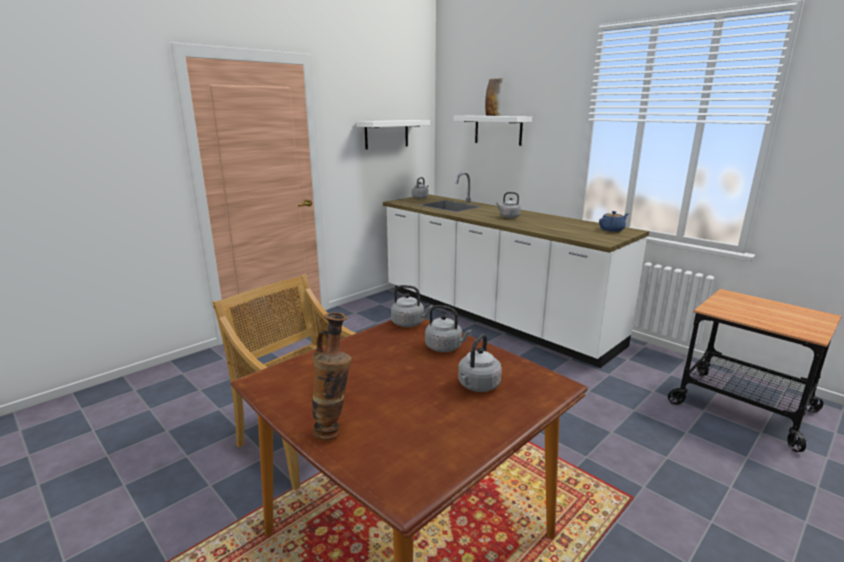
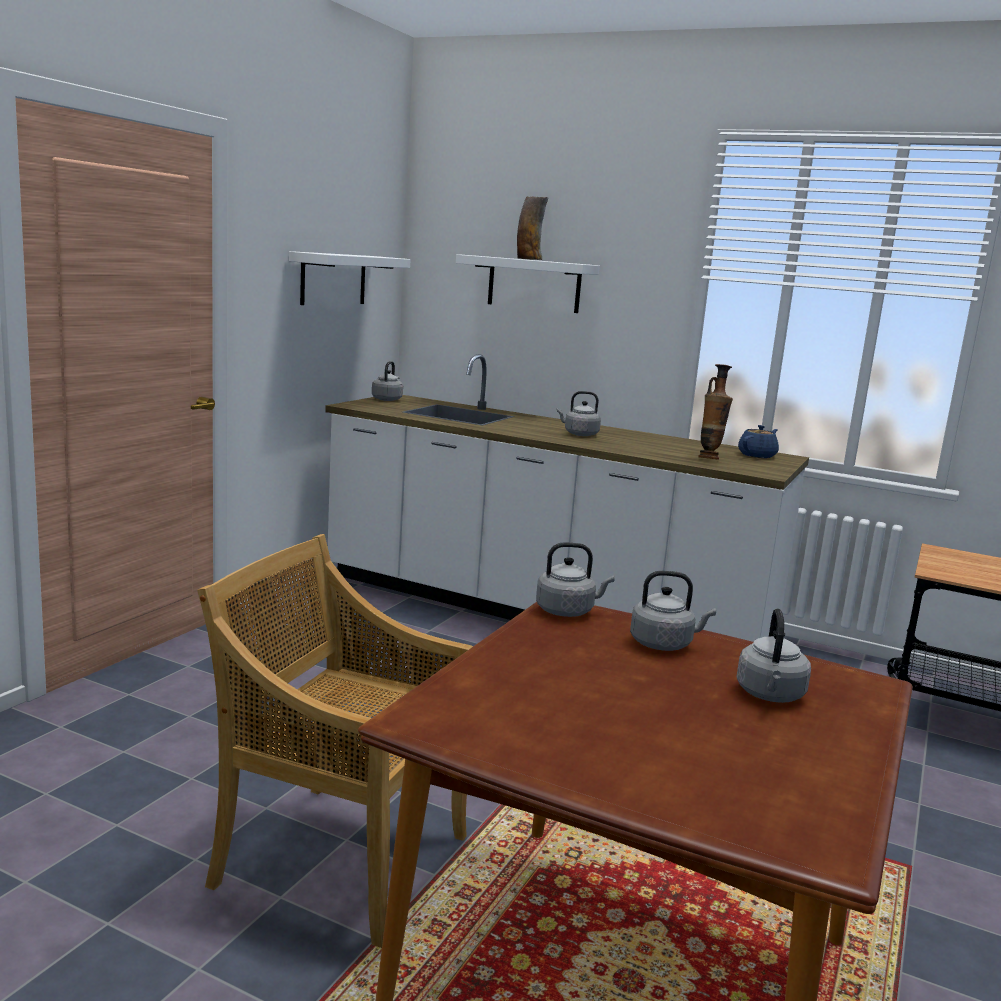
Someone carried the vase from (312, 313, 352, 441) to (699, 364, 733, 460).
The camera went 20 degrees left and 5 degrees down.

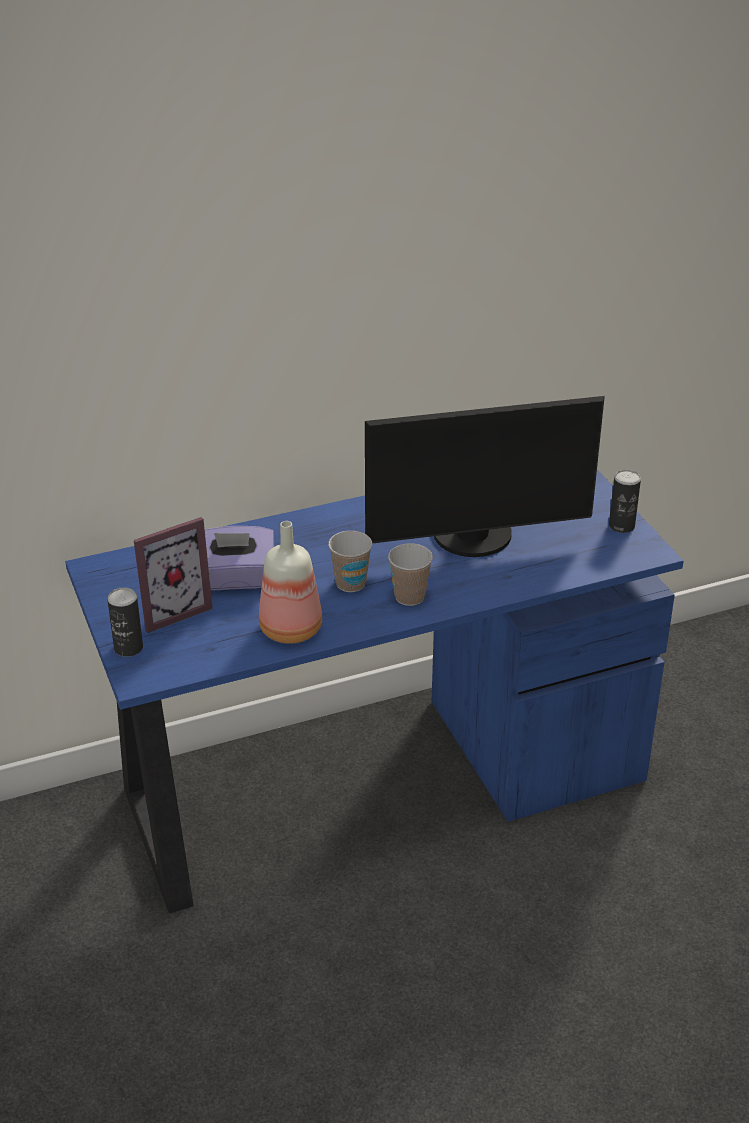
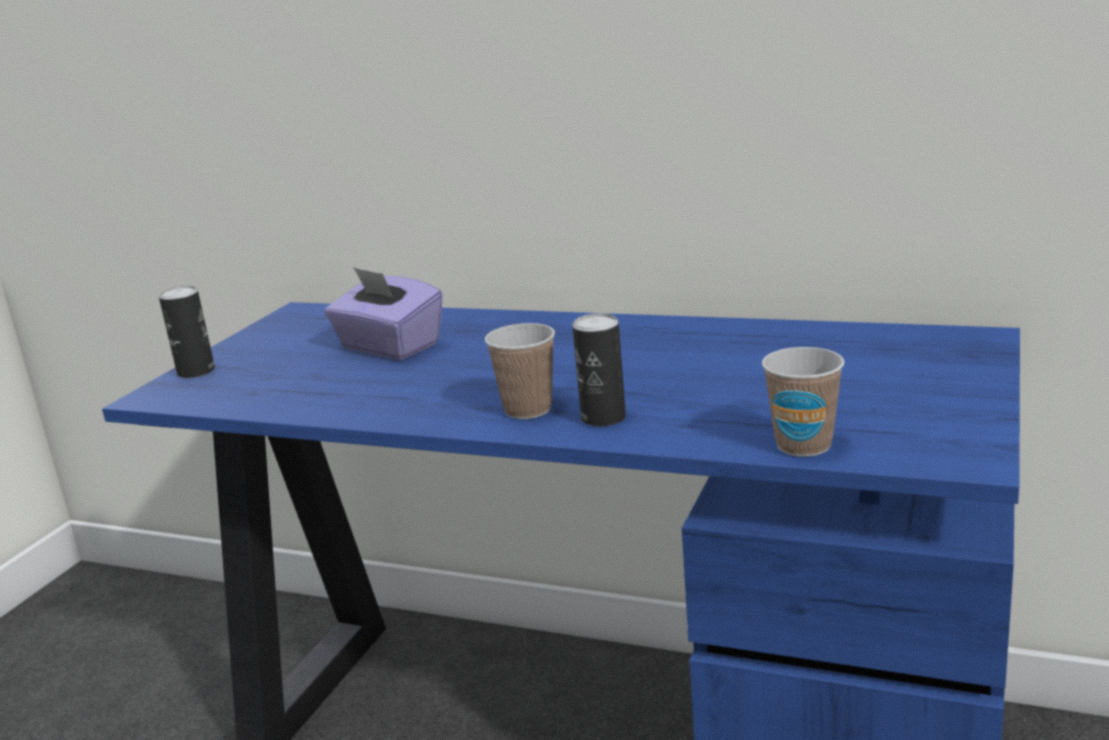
Someone took away the picture frame at (134, 517, 213, 633).
Someone took away the bottle at (259, 521, 322, 644).
Someone took away the monitor at (365, 396, 605, 557).
Someone carried the cup from (328, 531, 372, 592) to (762, 347, 844, 457).
Someone carried the can from (609, 470, 641, 533) to (572, 313, 626, 427).
The camera went 45 degrees right and 15 degrees down.

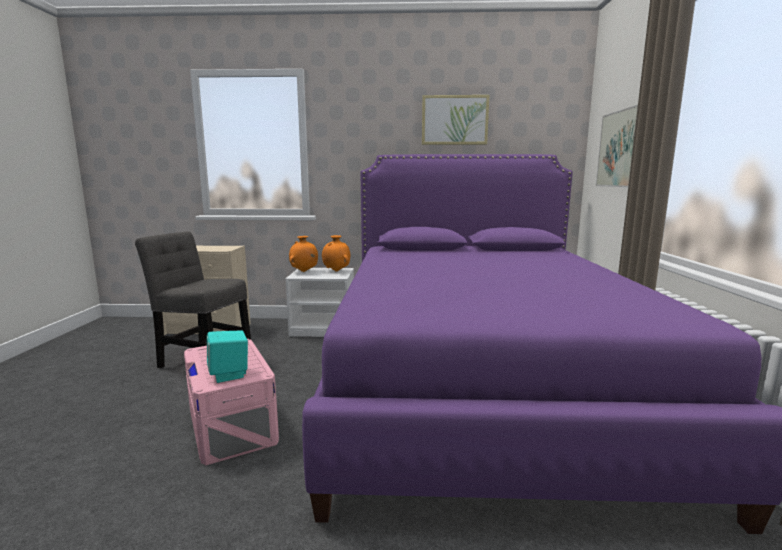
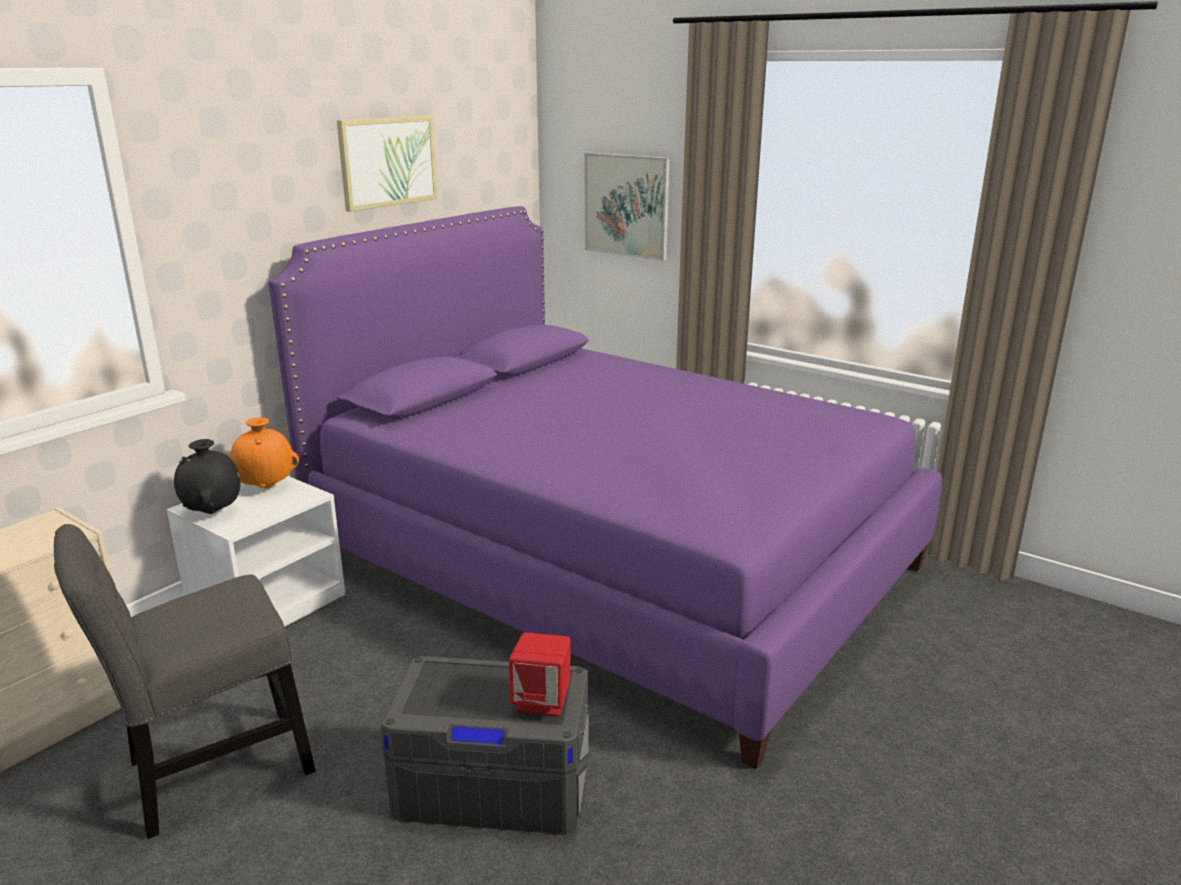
Someone repainted the pink storage box at (184, 339, 279, 465), which became the grey storage box at (381, 656, 589, 835).
Someone repainted the turquoise speaker at (207, 331, 248, 383), which became the red speaker at (509, 632, 571, 716).
Someone repainted the orange vase at (289, 236, 318, 272), which became the black vase at (174, 439, 241, 514).
The camera went 55 degrees left and 10 degrees up.

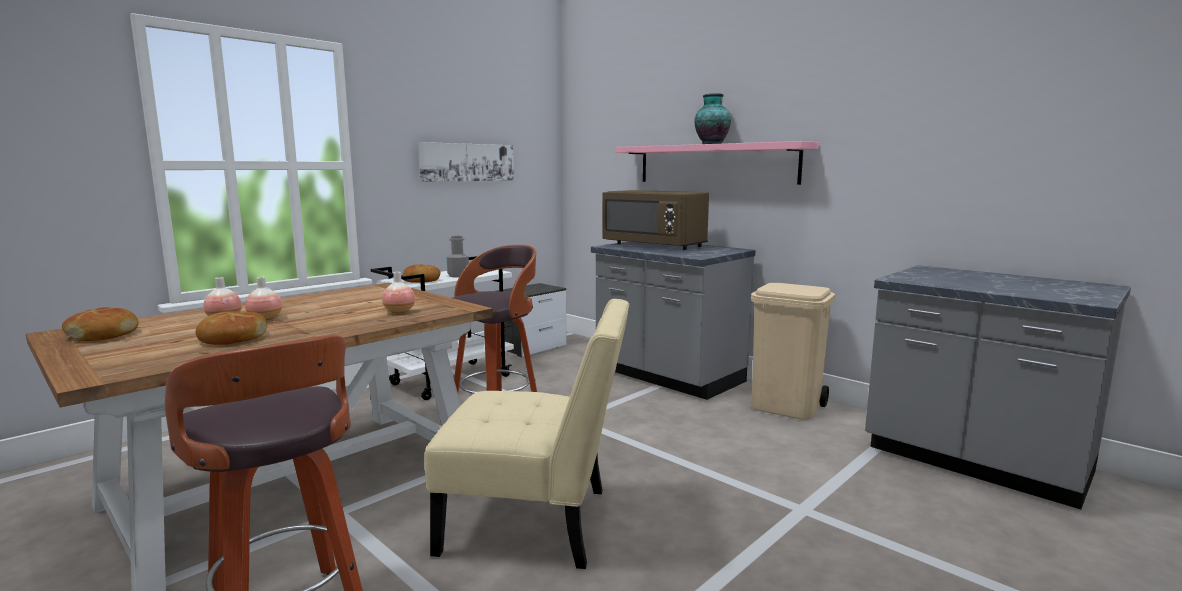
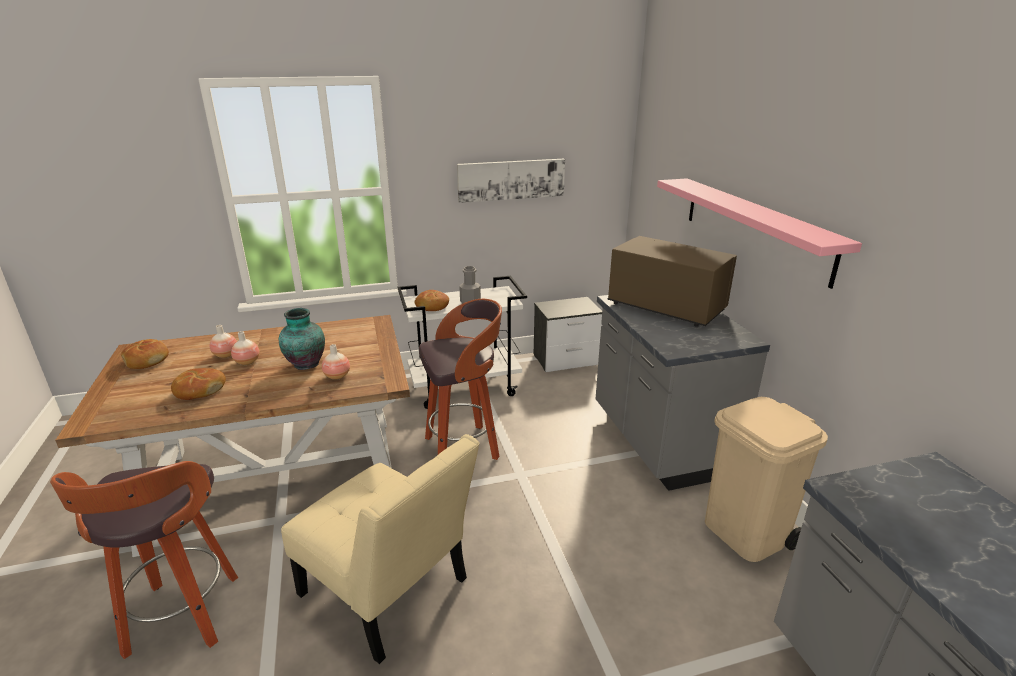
Someone carried the vase from (694, 93, 731, 144) to (279, 308, 325, 370).
Someone rotated the brown microwave at (602, 190, 709, 250) by 150 degrees clockwise.
The camera went 30 degrees right and 15 degrees up.

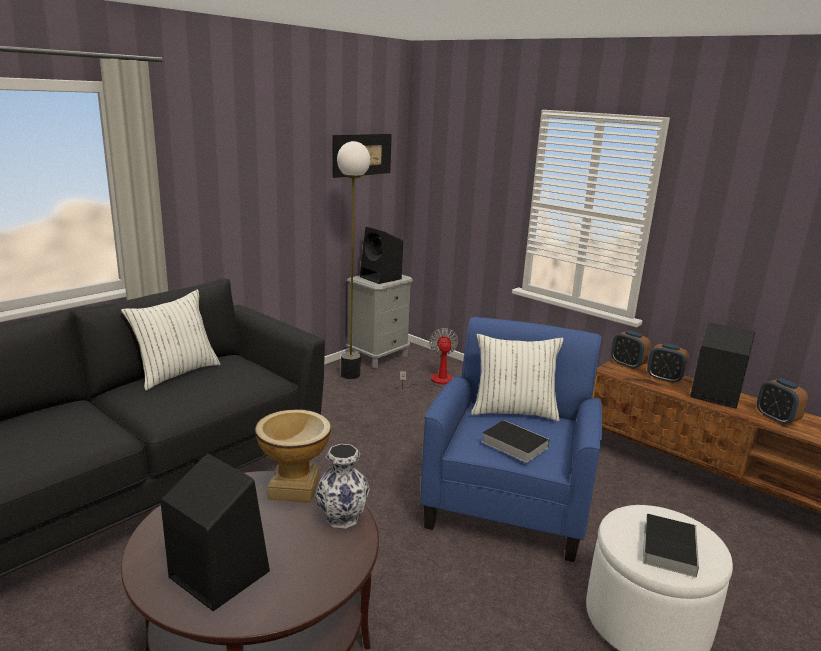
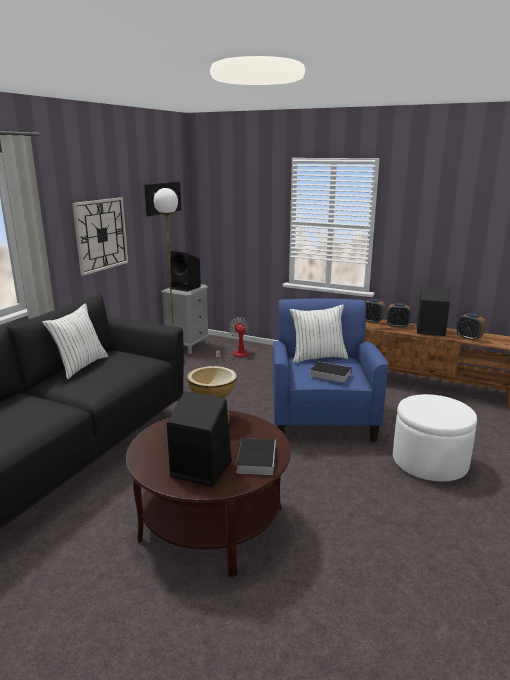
Someone took away the vase at (315, 444, 370, 529).
Someone put up the wall clock at (72, 197, 128, 276).
Someone carried the book from (643, 514, 699, 577) to (236, 438, 276, 475).
The camera went 15 degrees left and 0 degrees up.

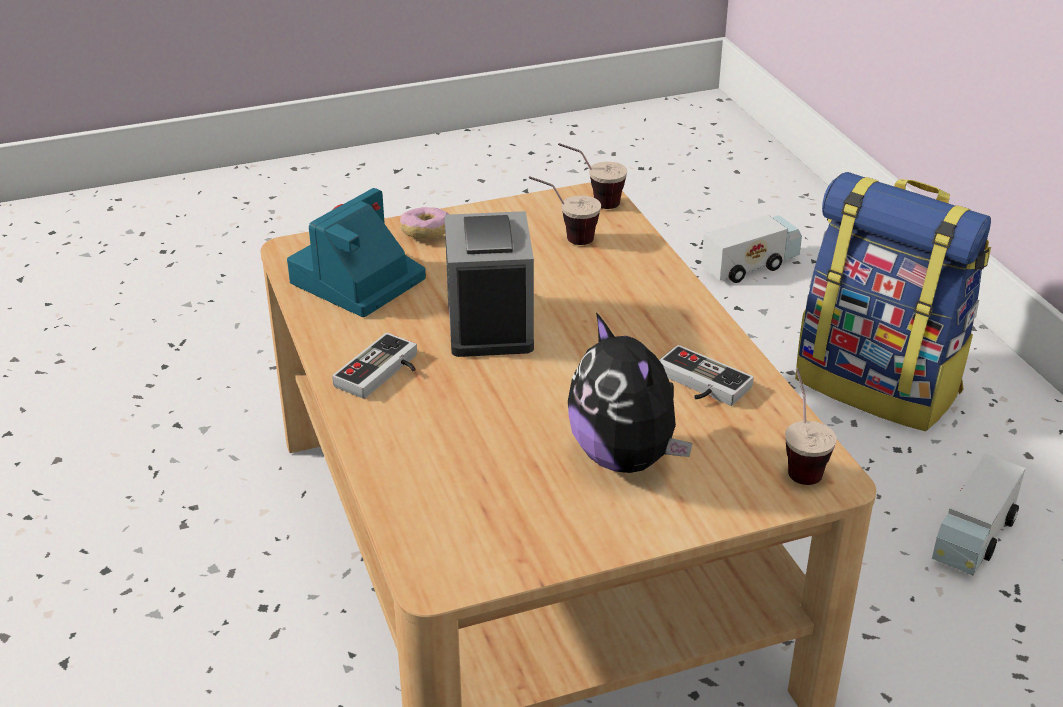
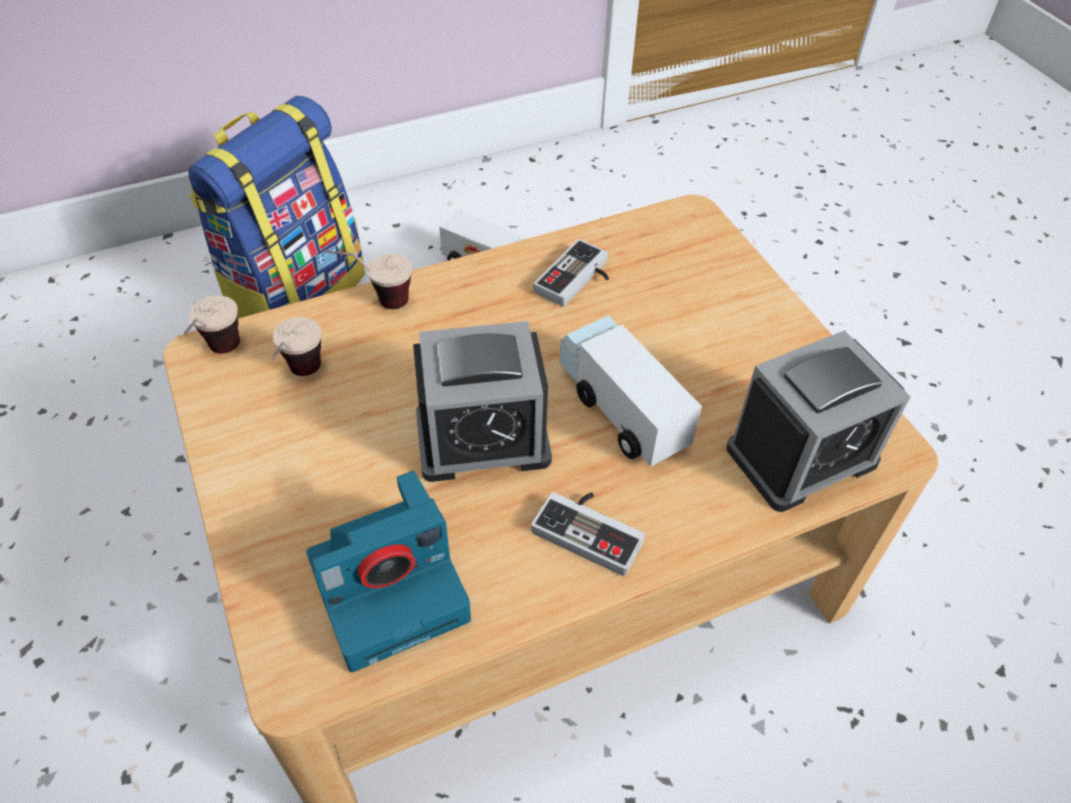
Someone took away the donut at (400, 207, 449, 239).
Someone took away the plush toy at (568, 313, 693, 473).
Someone put down the alarm clock at (726, 330, 911, 512).
Someone carried the toy truck from (701, 215, 802, 283) to (560, 316, 702, 467).
Someone carried the cup from (785, 368, 837, 485) to (325, 250, 412, 309).
Someone rotated the photo camera at (287, 188, 426, 317) by 60 degrees counterclockwise.
The camera went 95 degrees left and 15 degrees up.

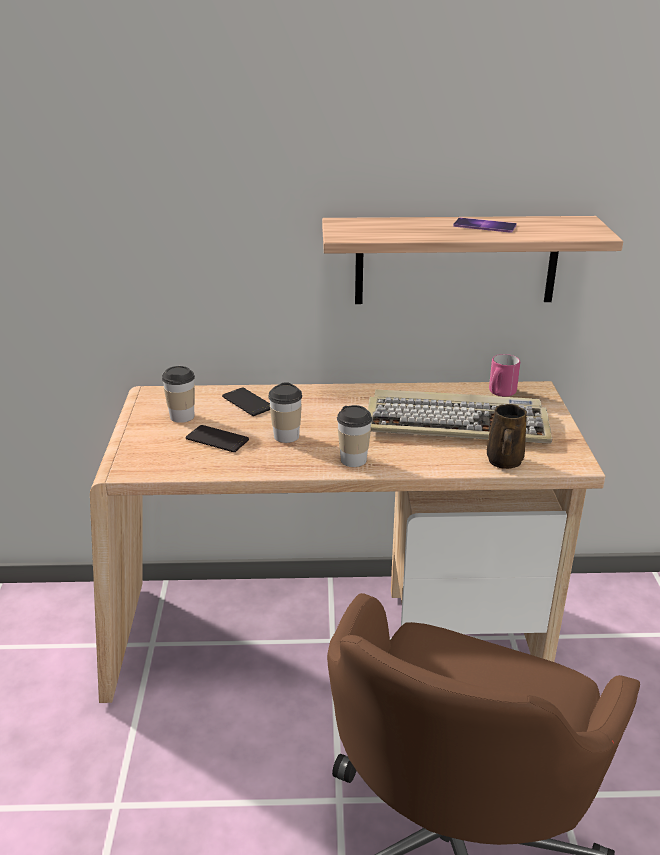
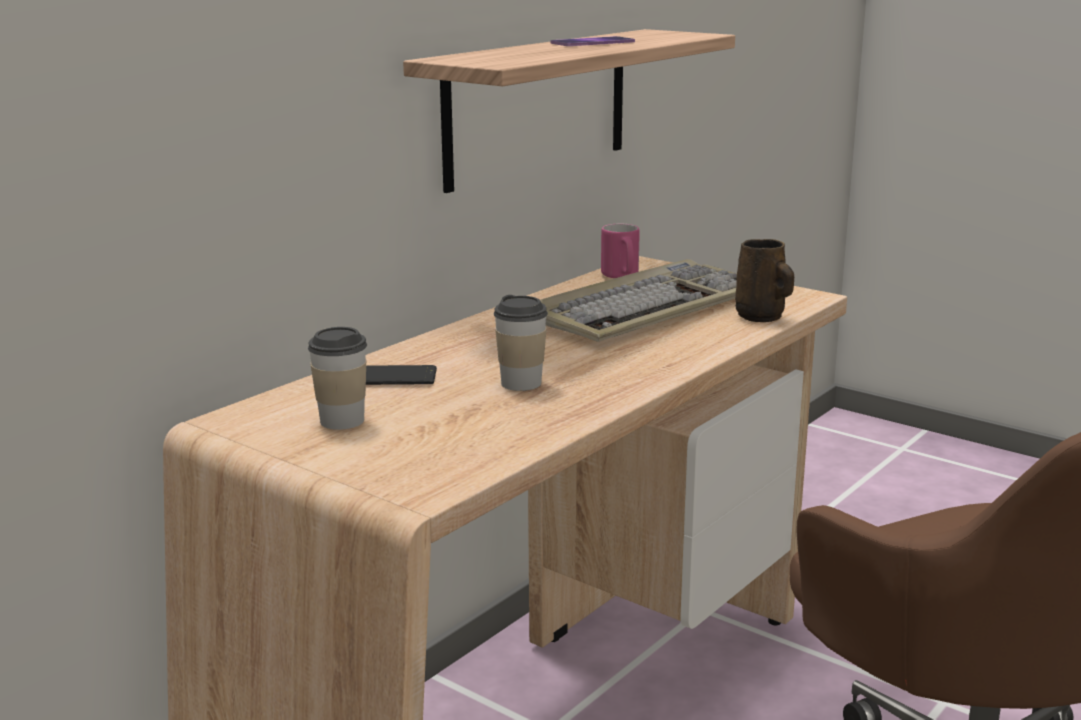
Someone took away the phone at (186, 425, 249, 452).
Someone took away the cup at (337, 405, 372, 467).
The camera went 50 degrees left and 10 degrees down.

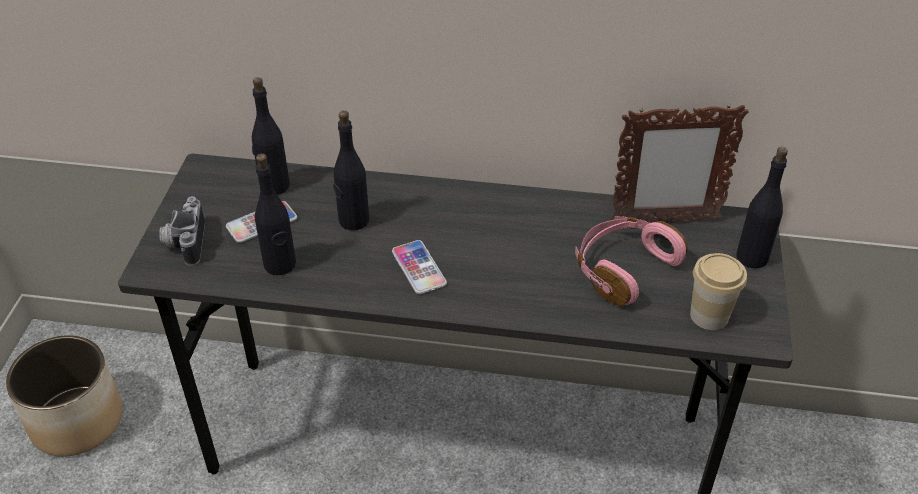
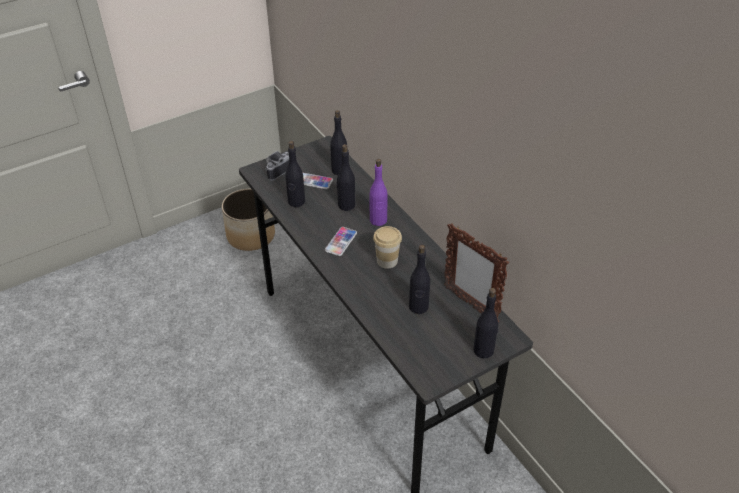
Someone put down the purple bottle at (369, 159, 388, 226).
Someone carried the cup from (690, 253, 747, 330) to (373, 226, 402, 269).
Someone swapped the pink headphones at (575, 216, 688, 306) for the black bottle at (409, 245, 430, 314).
The camera went 50 degrees right and 0 degrees up.

